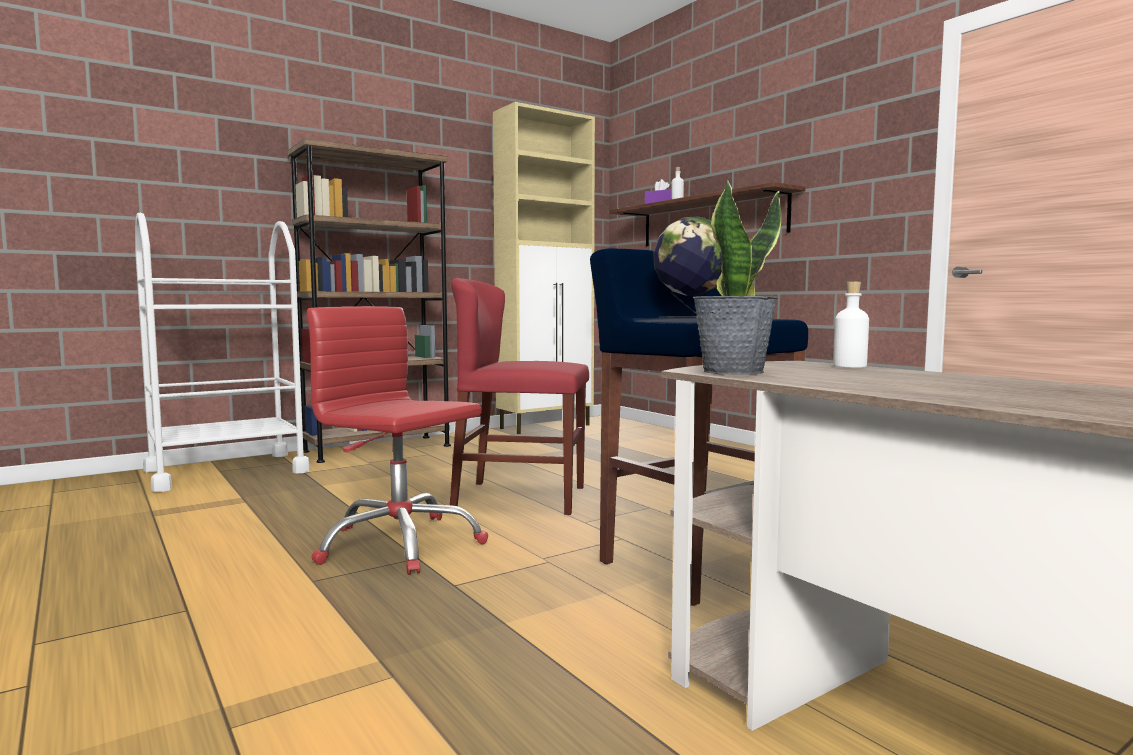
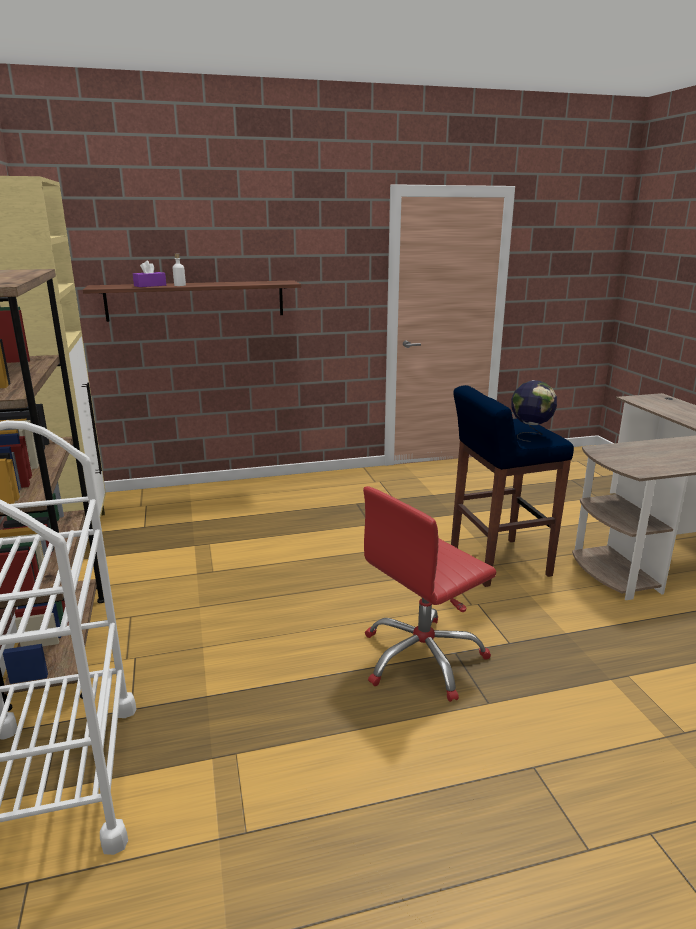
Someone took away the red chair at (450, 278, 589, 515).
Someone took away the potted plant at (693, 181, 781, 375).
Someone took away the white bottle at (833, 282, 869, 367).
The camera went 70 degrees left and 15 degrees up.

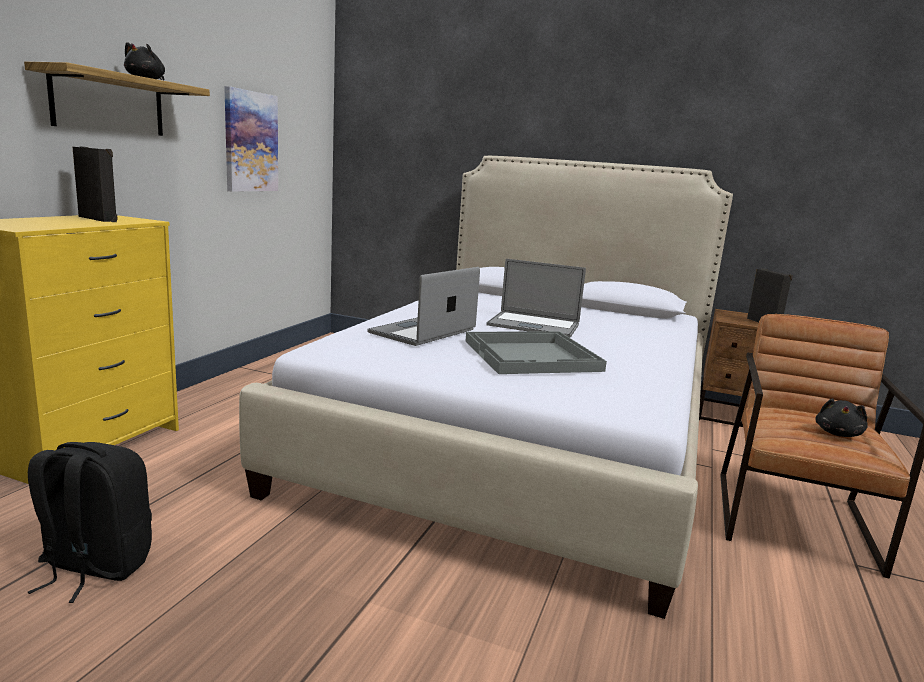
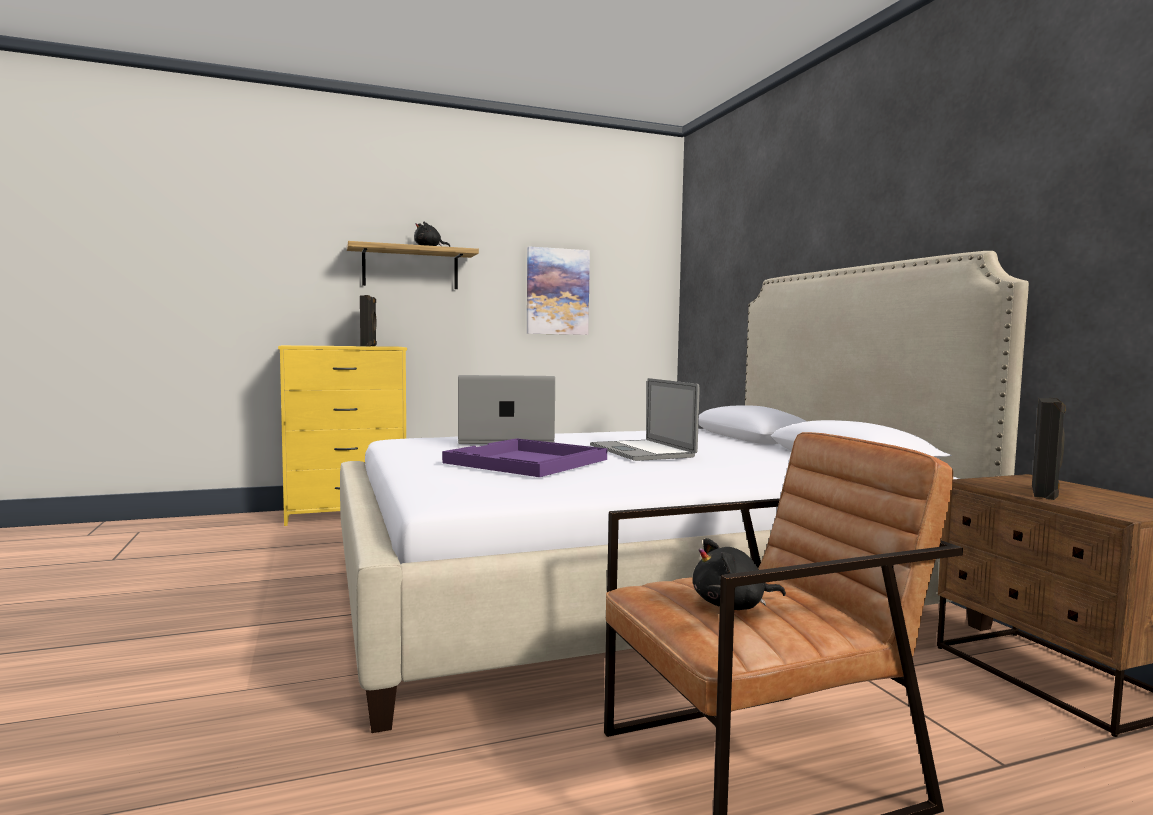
Someone took away the black backpack at (28, 442, 152, 603).
Someone repainted the grey tray at (465, 331, 607, 374), which became the purple tray at (442, 438, 607, 477).
The camera went 50 degrees right and 10 degrees down.

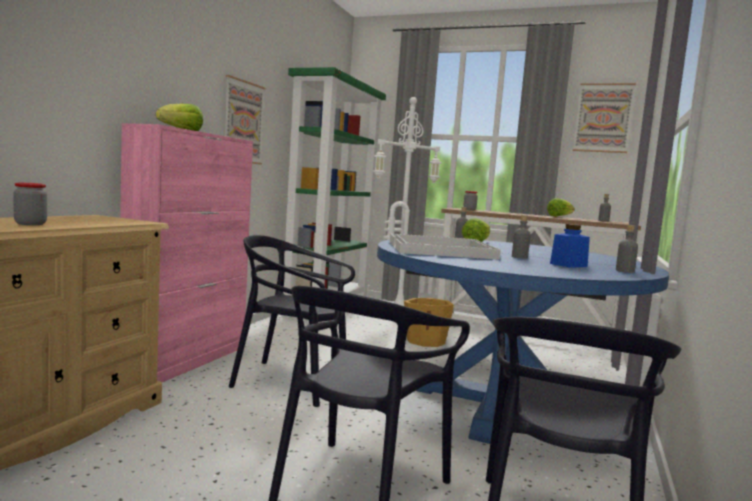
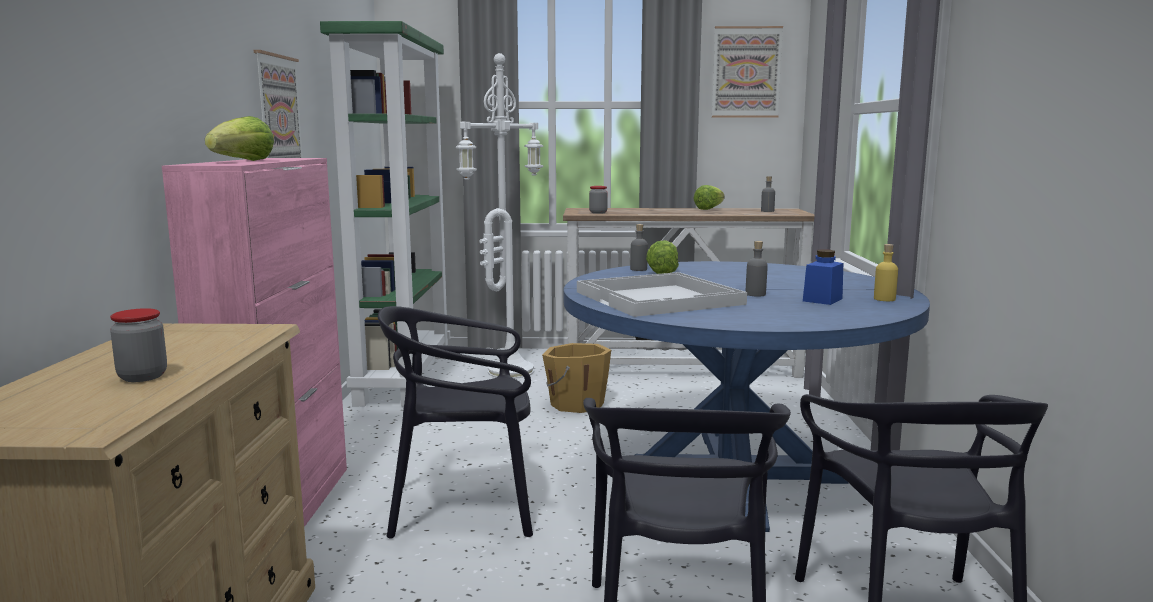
Someone repainted the grey bottle at (616, 225, 638, 273), which became the yellow bottle at (874, 244, 898, 301).
The camera went 20 degrees left and 5 degrees up.

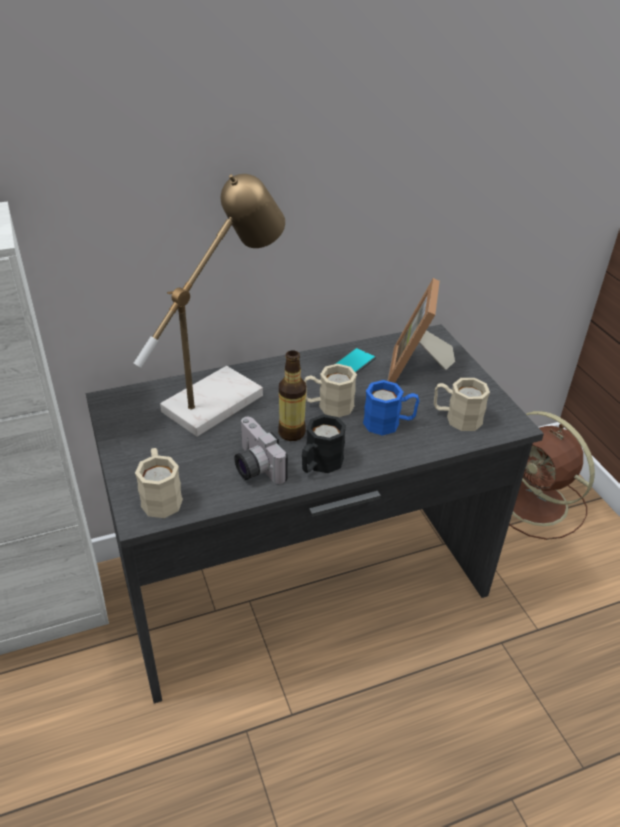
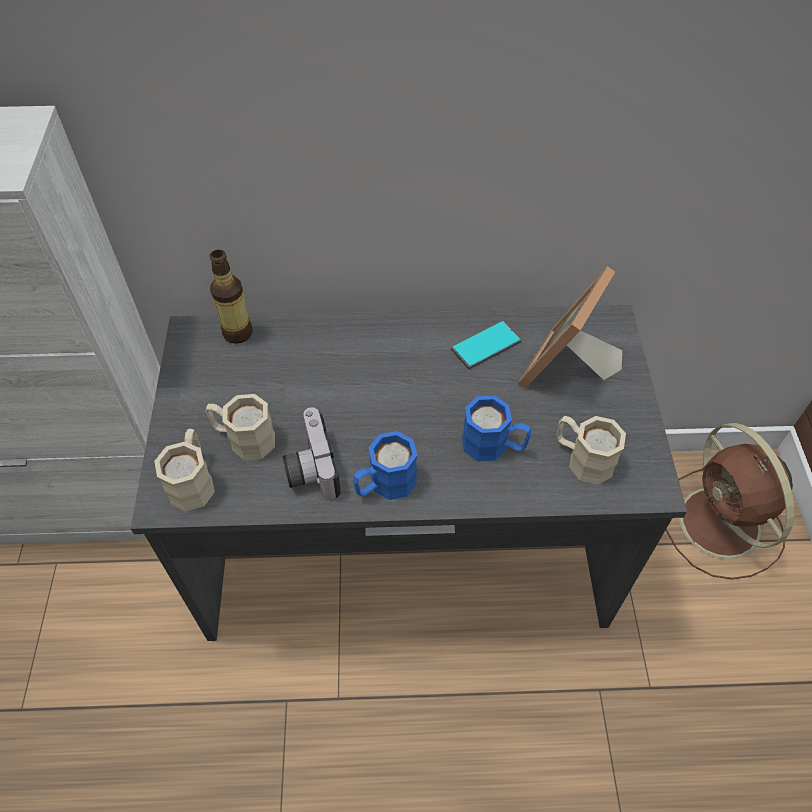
Someone took away the table lamp at (134, 174, 285, 437).
Someone carried the bottle from (278, 350, 306, 441) to (209, 250, 253, 344).
Someone carried the beige mug from (304, 364, 357, 417) to (205, 394, 275, 460).
Someone repainted the black mug at (302, 414, 346, 473), which became the blue mug at (353, 431, 417, 500).
The camera went 20 degrees right and 15 degrees up.

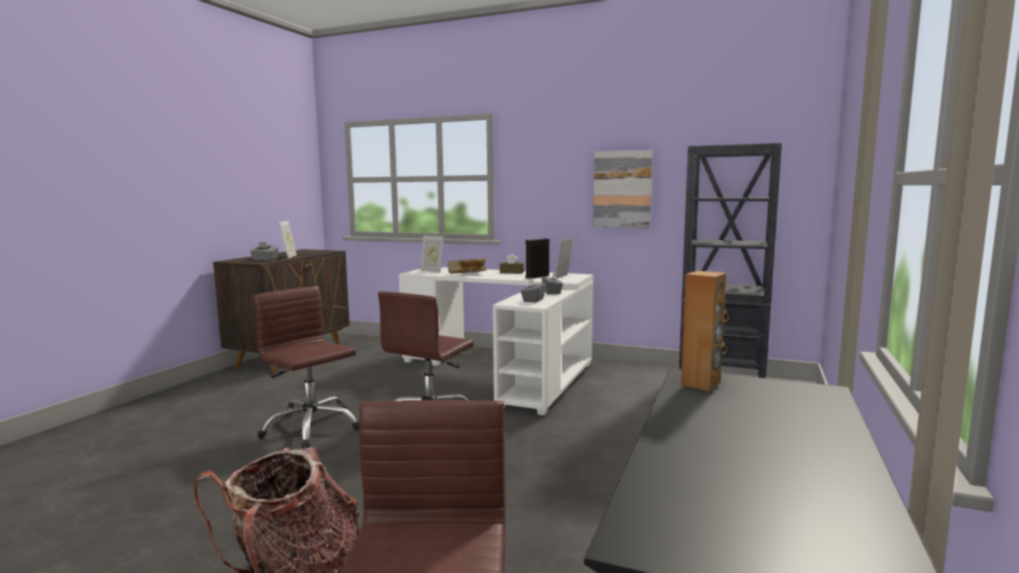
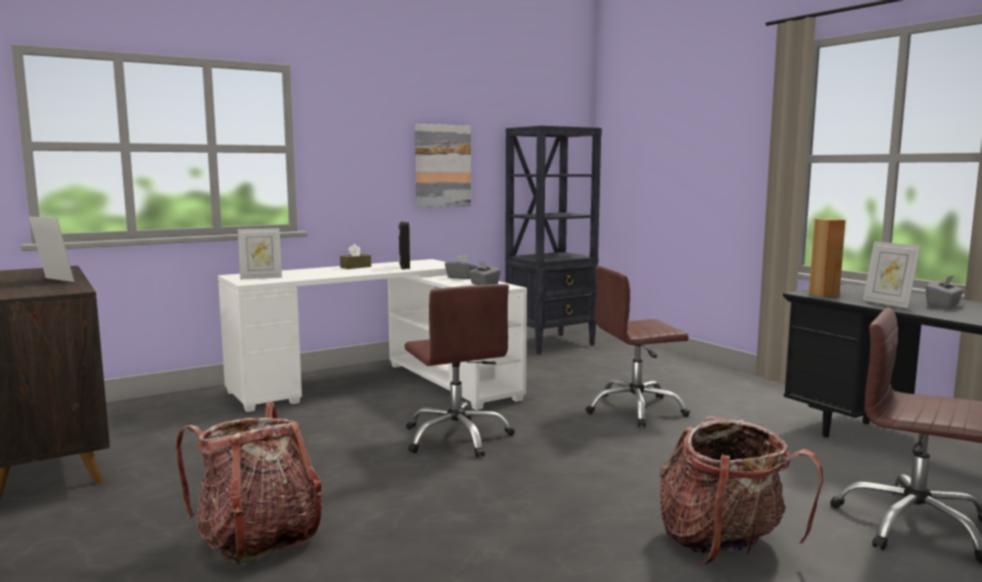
Someone took away the book at (448, 259, 486, 274).
Someone put down the backpack at (176, 402, 323, 565).
Someone carried the grey tissue box from (250, 242, 279, 261) to (926, 275, 964, 308).
Someone carried the brown office chair from (253, 286, 359, 448) to (585, 266, 690, 427).
Someone carried the picture frame from (555, 238, 573, 279) to (863, 241, 921, 308).
The camera went 55 degrees left and 0 degrees up.

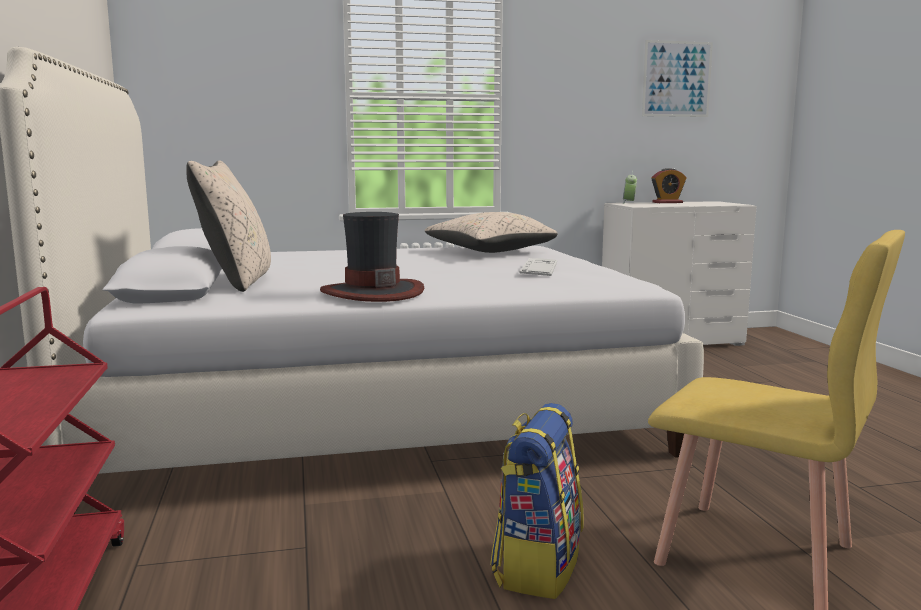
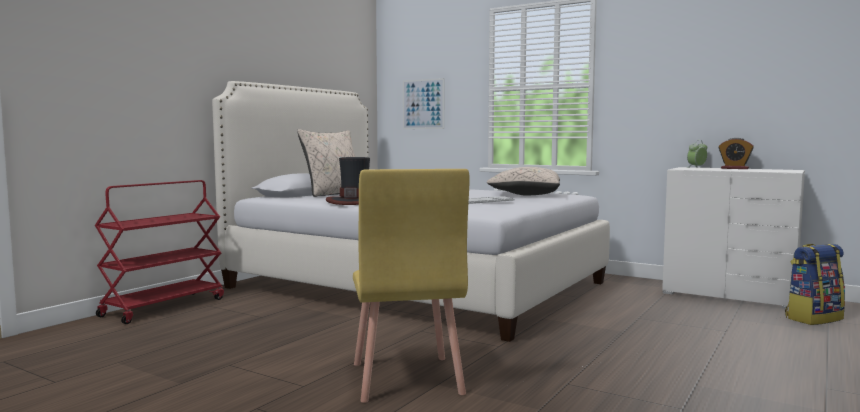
Someone carried the backpack from (490, 403, 584, 599) to (785, 244, 845, 325).
Someone carried the picture from (642, 40, 713, 117) to (403, 78, 444, 129).
The camera went 45 degrees right and 5 degrees down.

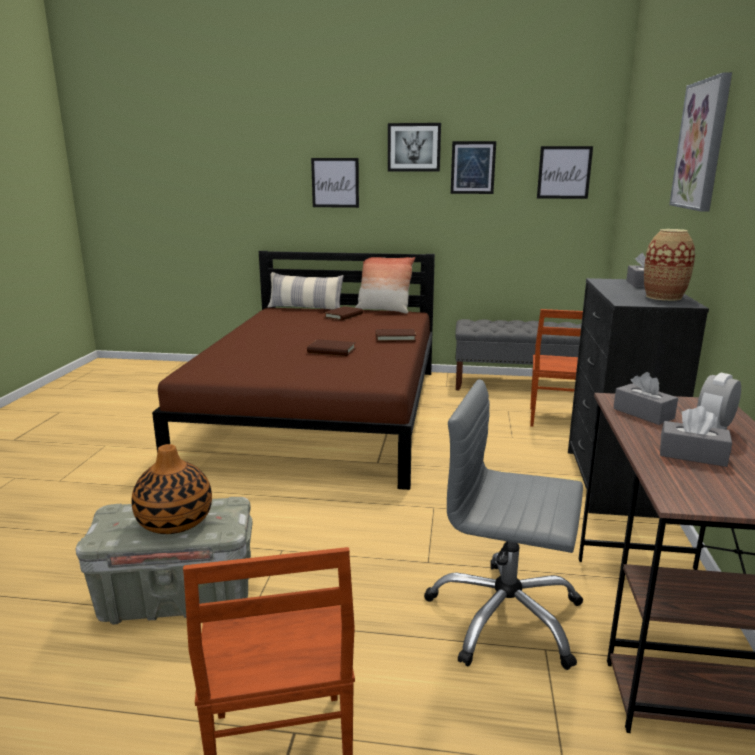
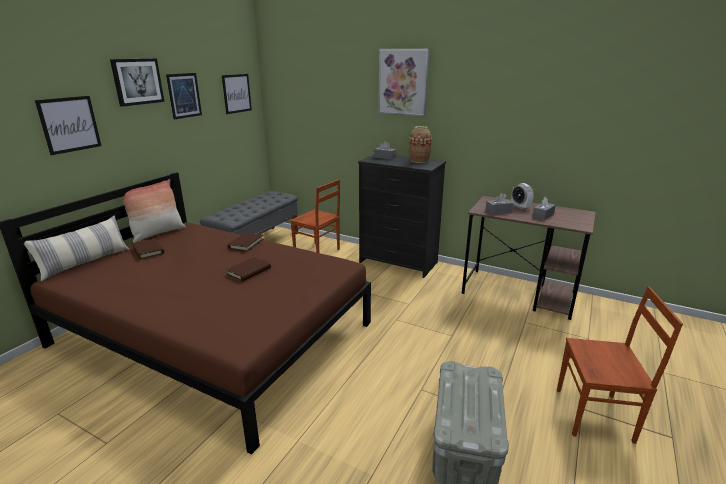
Someone took away the vase at (132, 444, 212, 534).
Someone took away the grey office chair at (424, 379, 583, 670).
The camera went 70 degrees left and 5 degrees up.

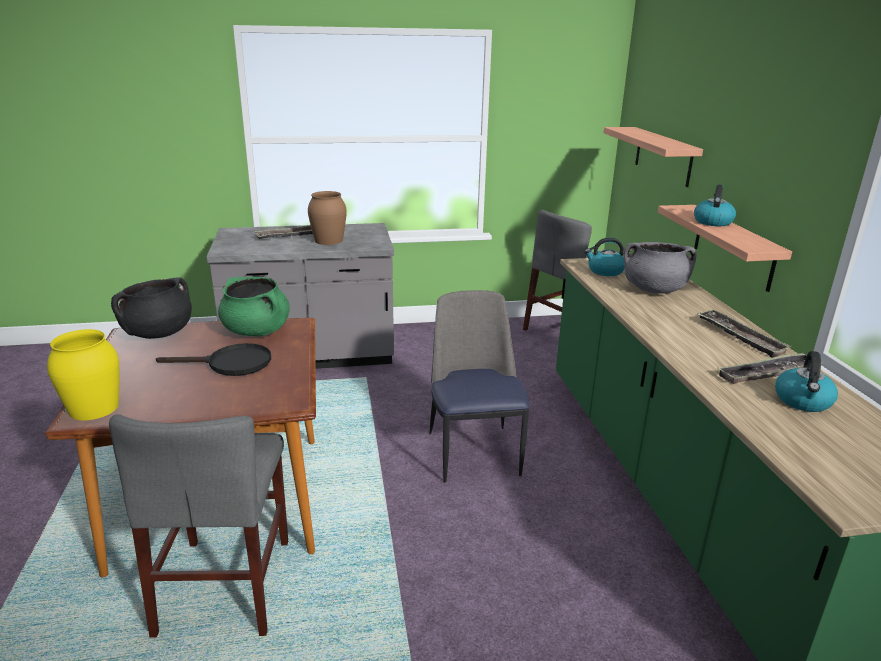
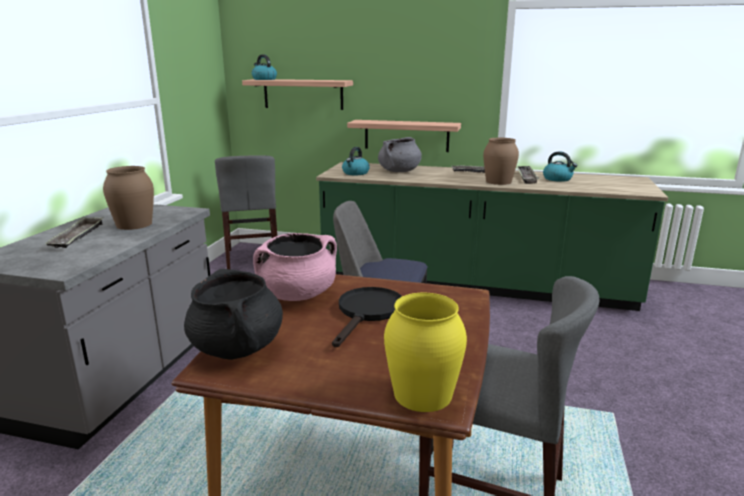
Someone put down the brown vase at (483, 138, 519, 185).
Someone carried the kettle from (694, 185, 736, 226) to (252, 54, 277, 80).
Someone repainted the green cooking pot at (218, 277, 290, 336), which became the pink cooking pot at (253, 233, 337, 301).
The camera went 65 degrees left and 5 degrees down.

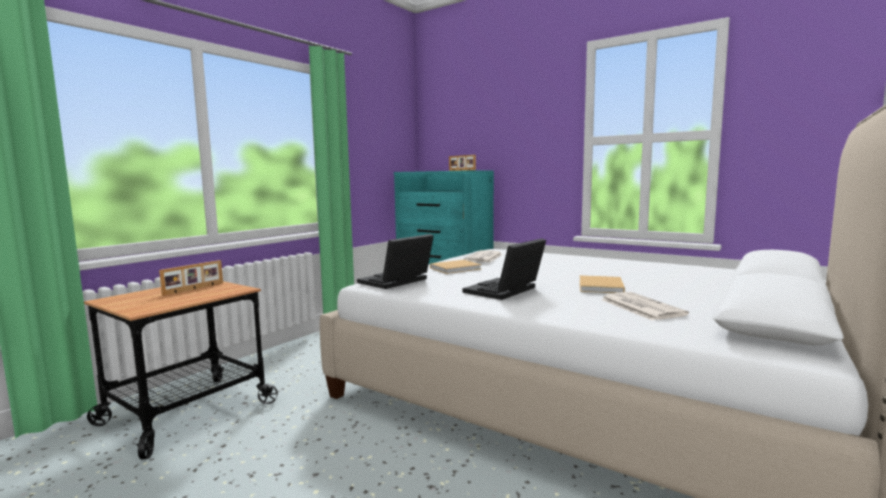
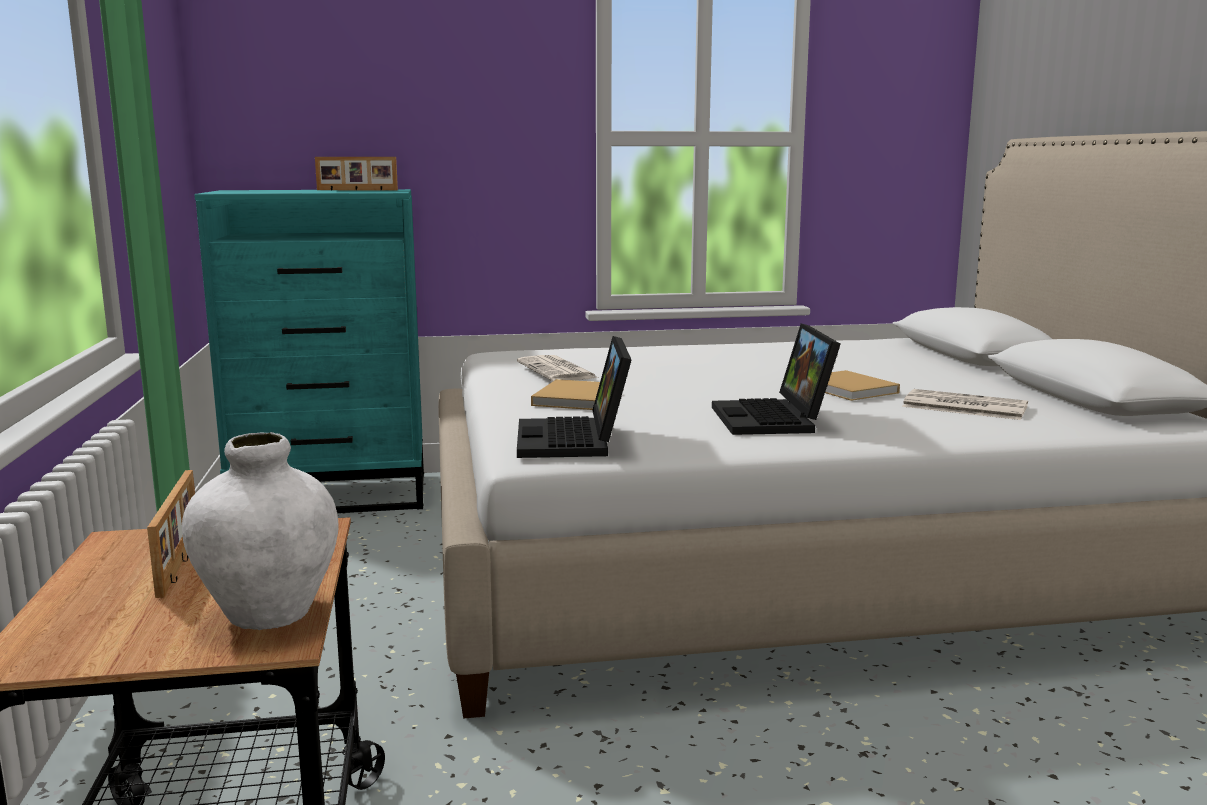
Someone put down the white vase at (182, 432, 339, 630).
The camera went 45 degrees left and 5 degrees up.

